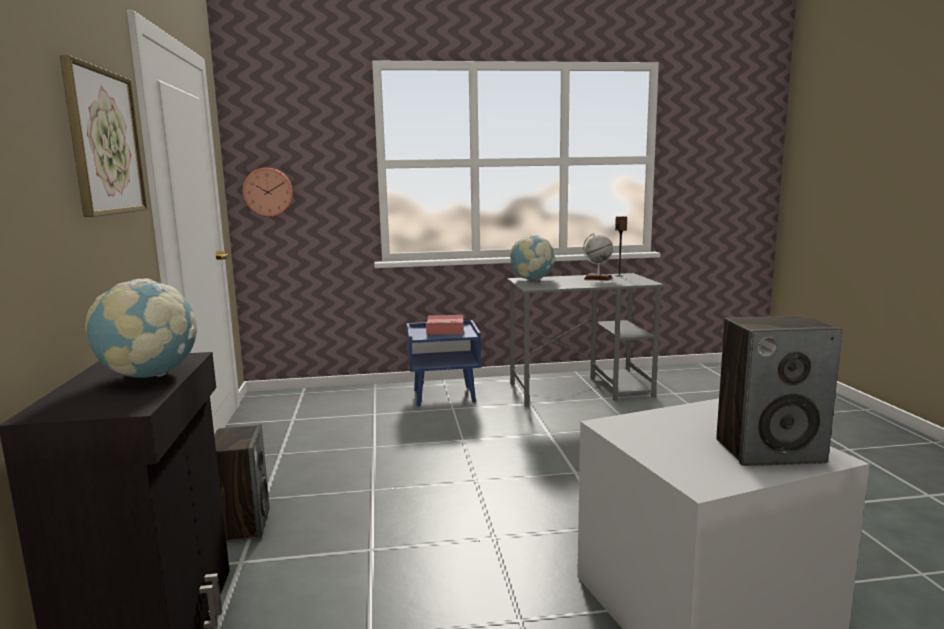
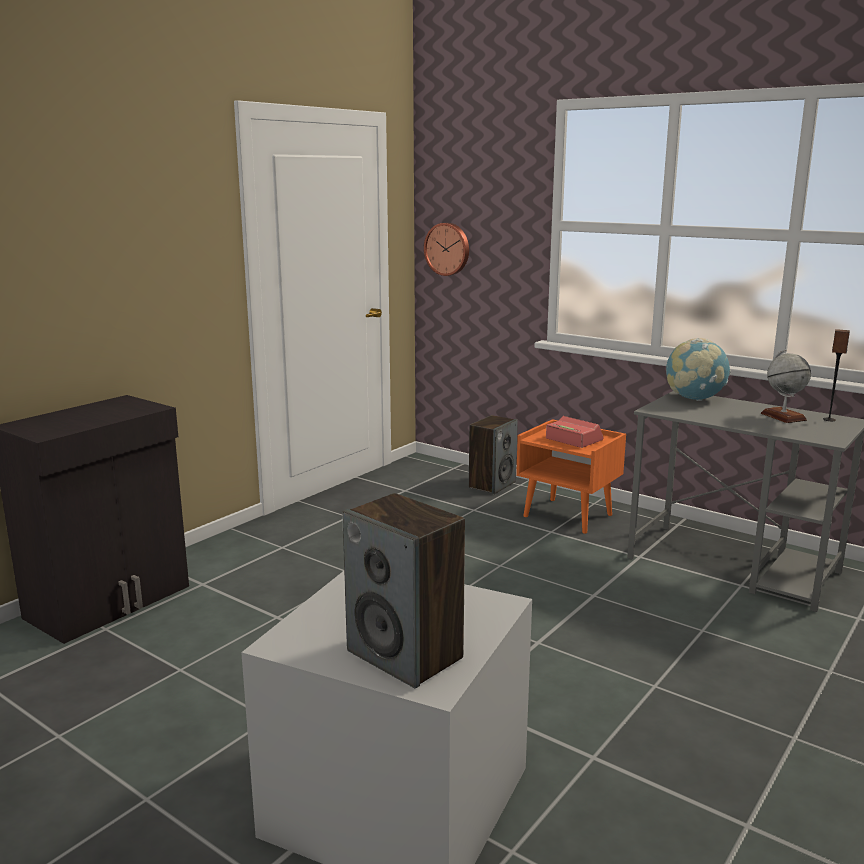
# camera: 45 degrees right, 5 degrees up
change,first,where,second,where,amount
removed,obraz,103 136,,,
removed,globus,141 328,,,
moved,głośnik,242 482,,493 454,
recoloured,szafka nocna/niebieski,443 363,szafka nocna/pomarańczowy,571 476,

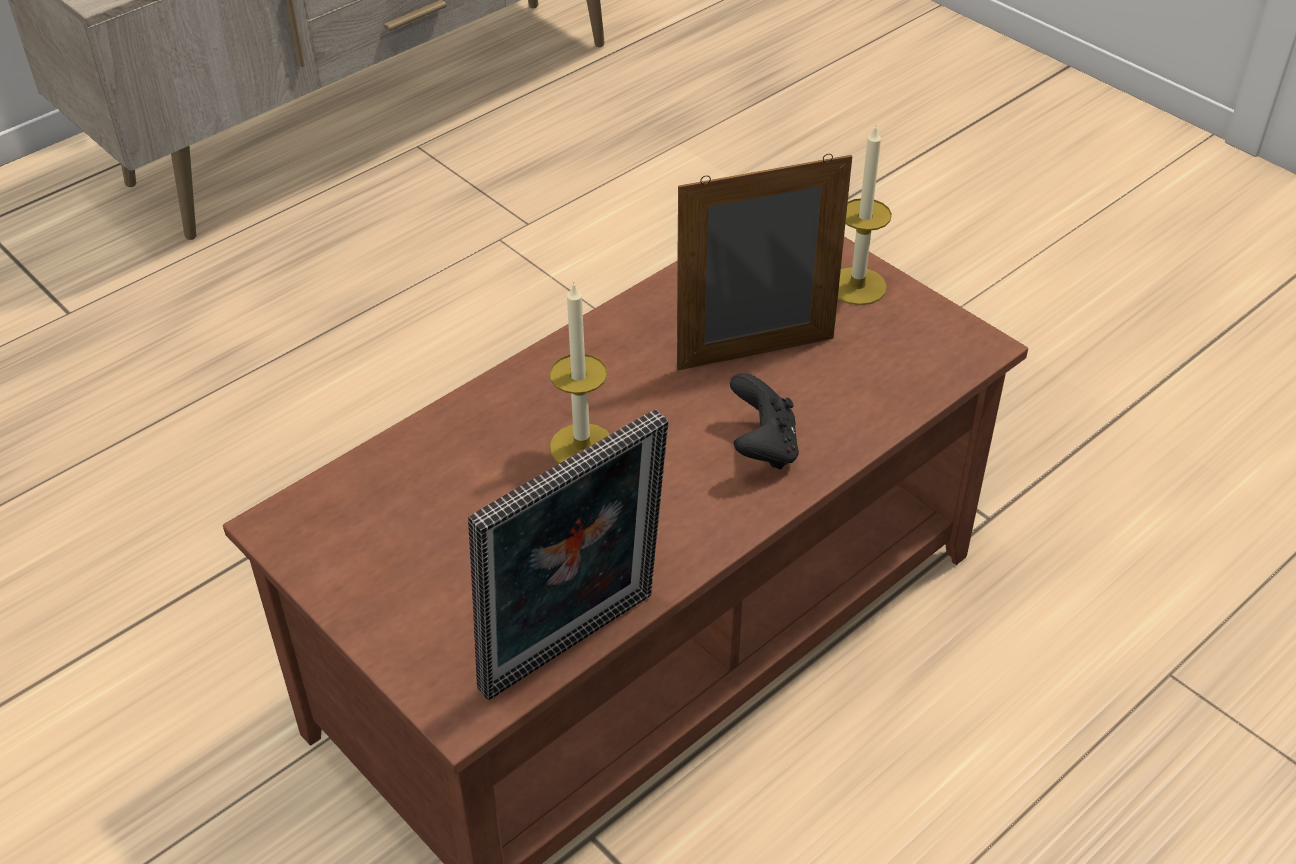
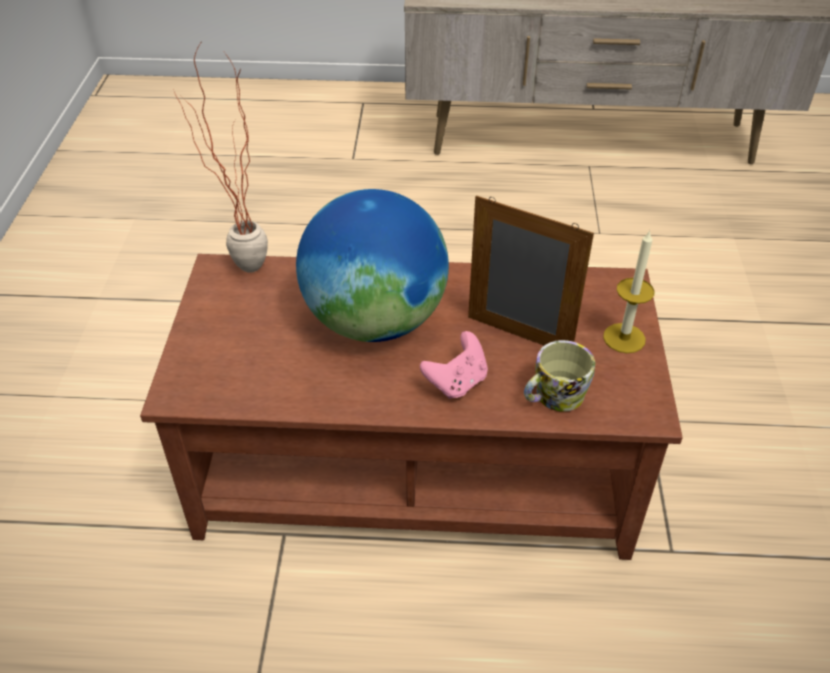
# camera: 45 degrees right, 0 degrees up
change,first,where,second,where,amount
removed,ramka na zdjęcie,568 554,,,
replaced,świeca,579 372,globus,372 265,
recoloured,pad do gier/czarny,764 421,pad do gier/różowy,454 365,
added,,,roślina doniczkowa,220 157,
added,,,kubek,559 376,

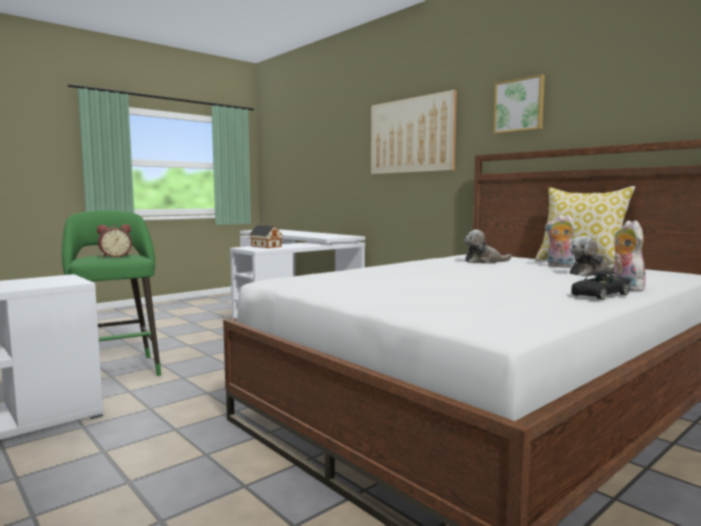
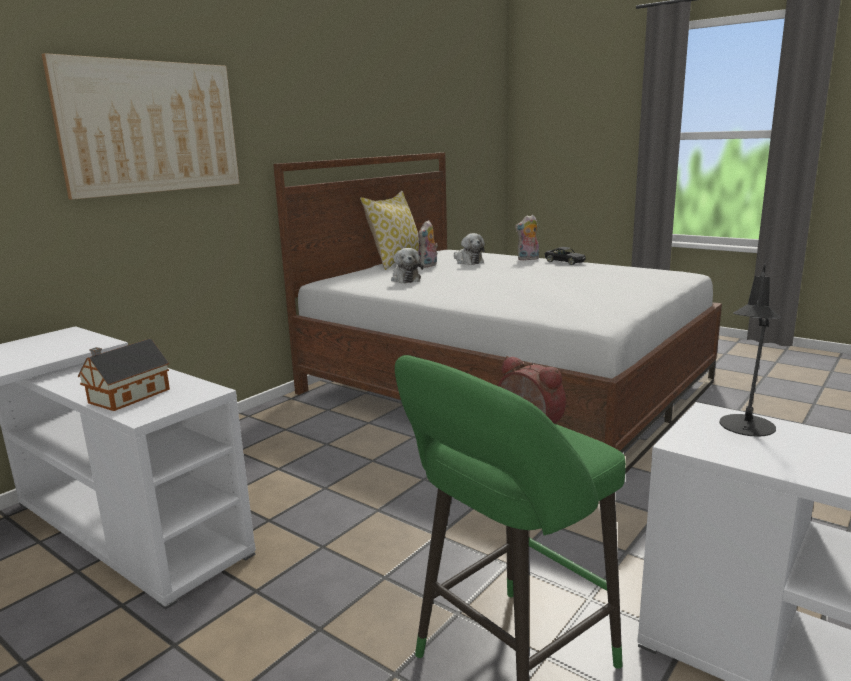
# camera: 100 degrees left, 10 degrees up
change,first,where,second,where,amount
removed,obraz,519 104,,,
added,,,lampa stołowa/czarny,750 350,

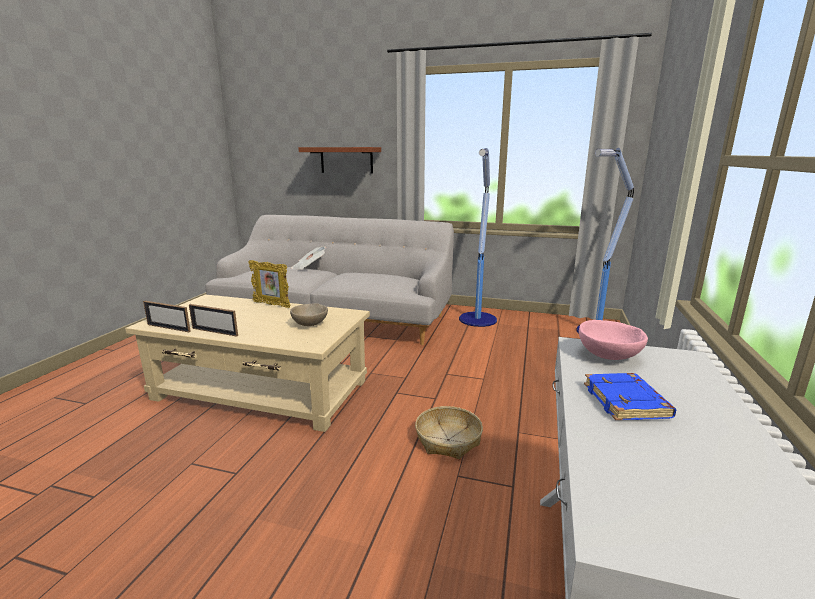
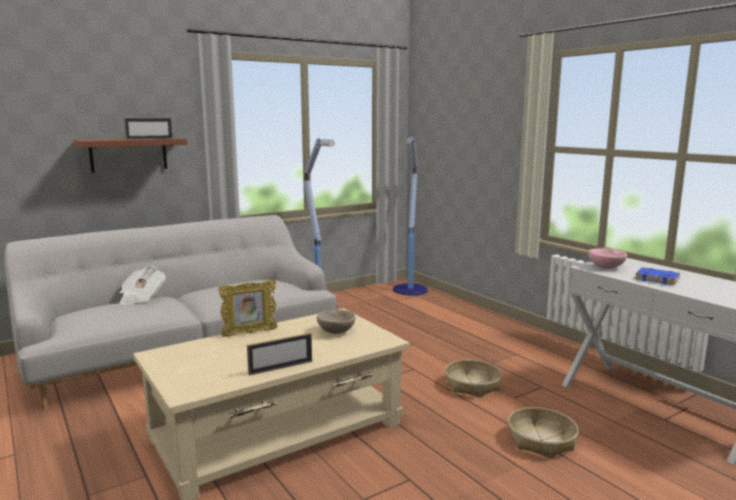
# camera: 50 degrees left, 5 degrees down
change,first,where,second,where,amount
moved,ramka na zdjęcie,167 316,,148 129,
added,,,koszyk,543 433,

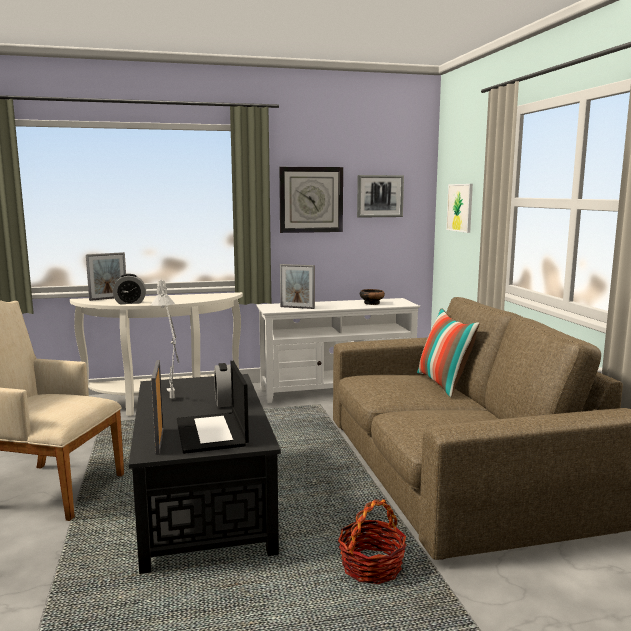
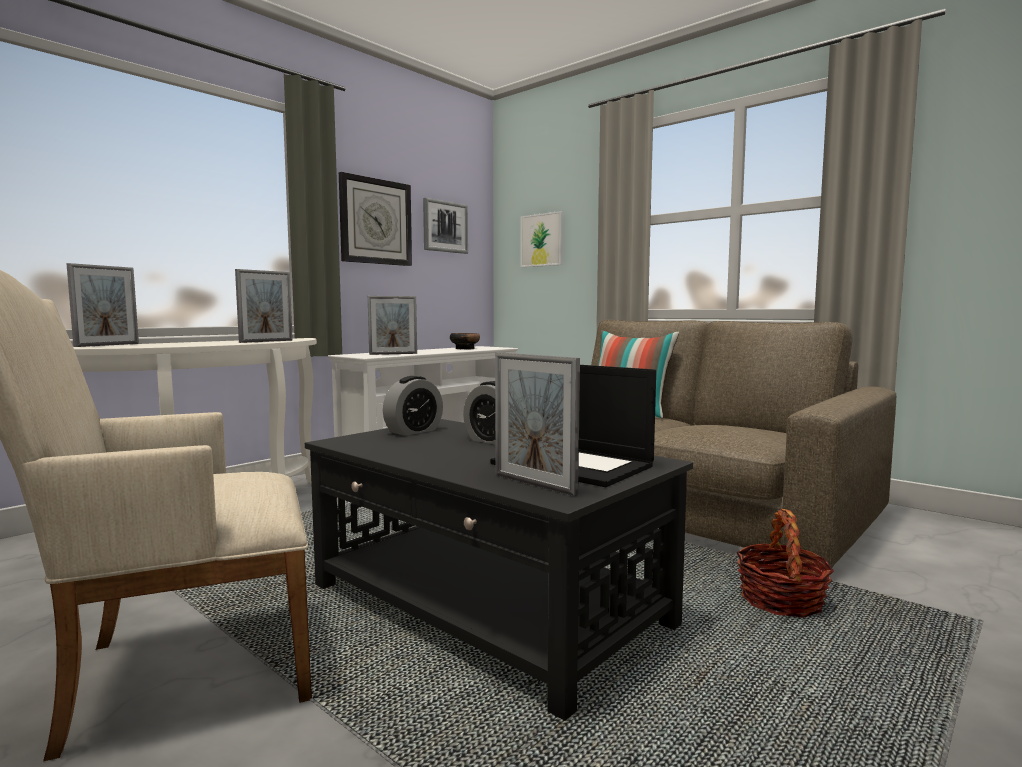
# camera: 35 degrees left, 5 degrees down
change,first,where,second,where,amount
moved,budzik,129 289,,413 406,
removed,lampa stołowa/szary,165 339,,,
added,,,ramka na zdjęcie,264 306,

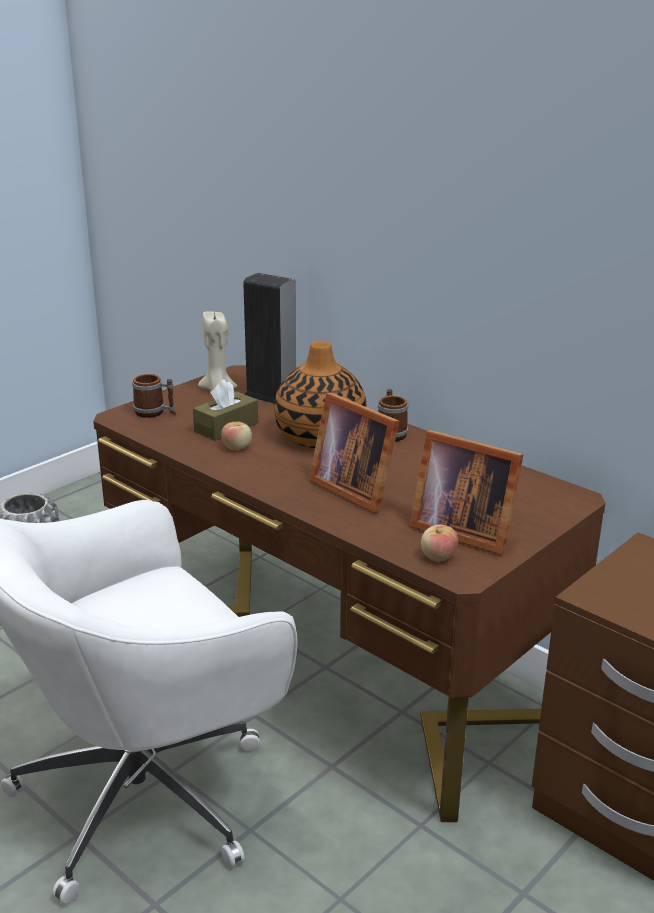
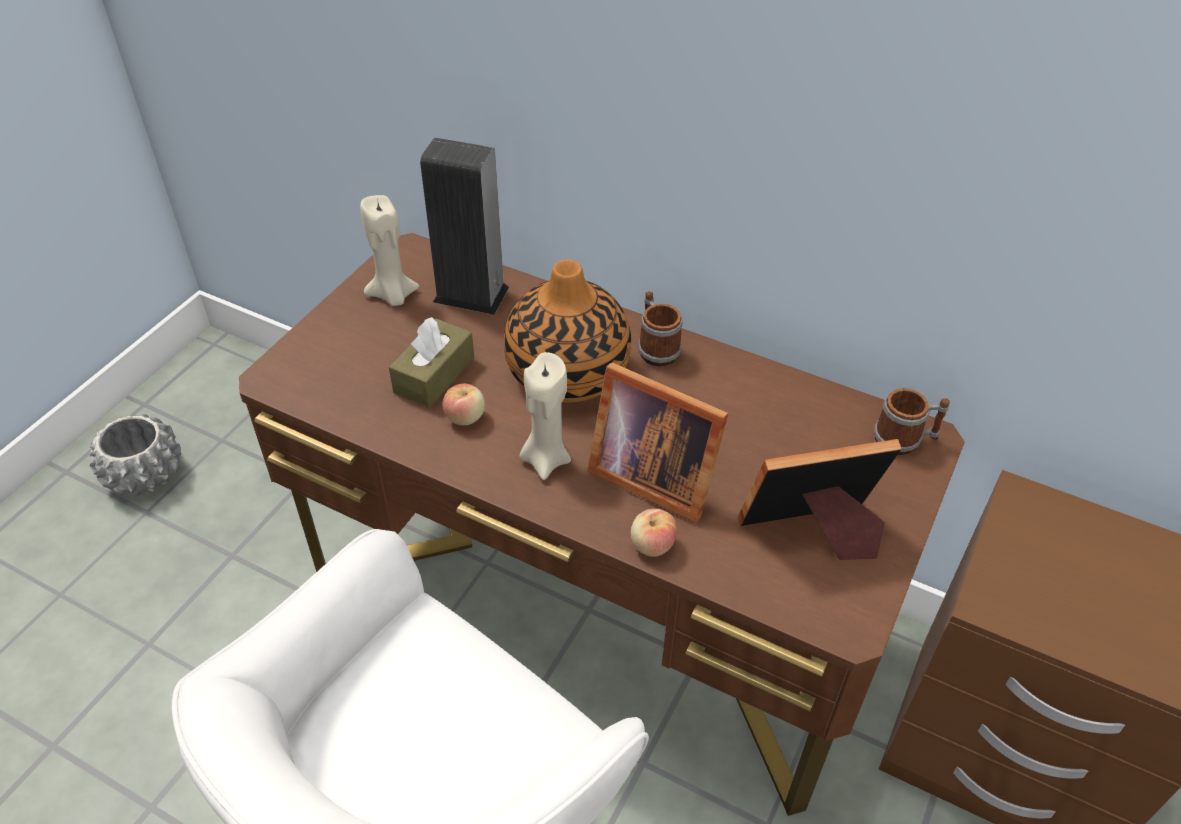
# camera: 15 degrees left, 20 degrees up
change,first,where,second,where,amount
moved,kubek,154 396,,912 421,
turned,ramka na zdjęcie,466 492,,820 499,150 degrees clockwise
moved,jabłko,439 543,,654 533,
added,,,świeca/beżowy,545 416,

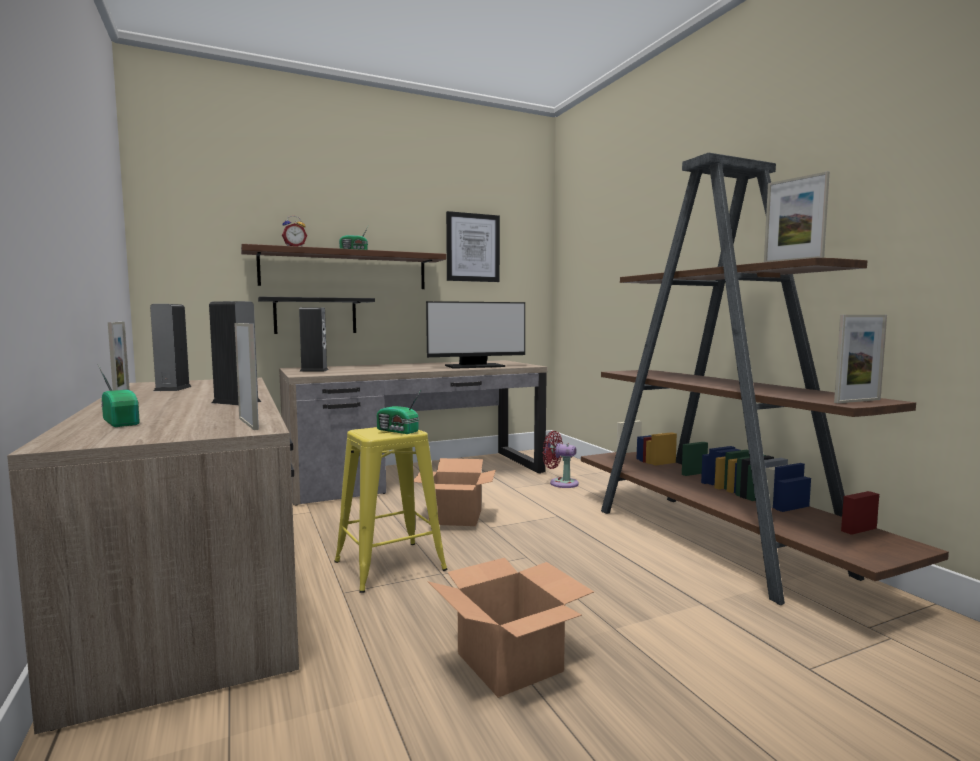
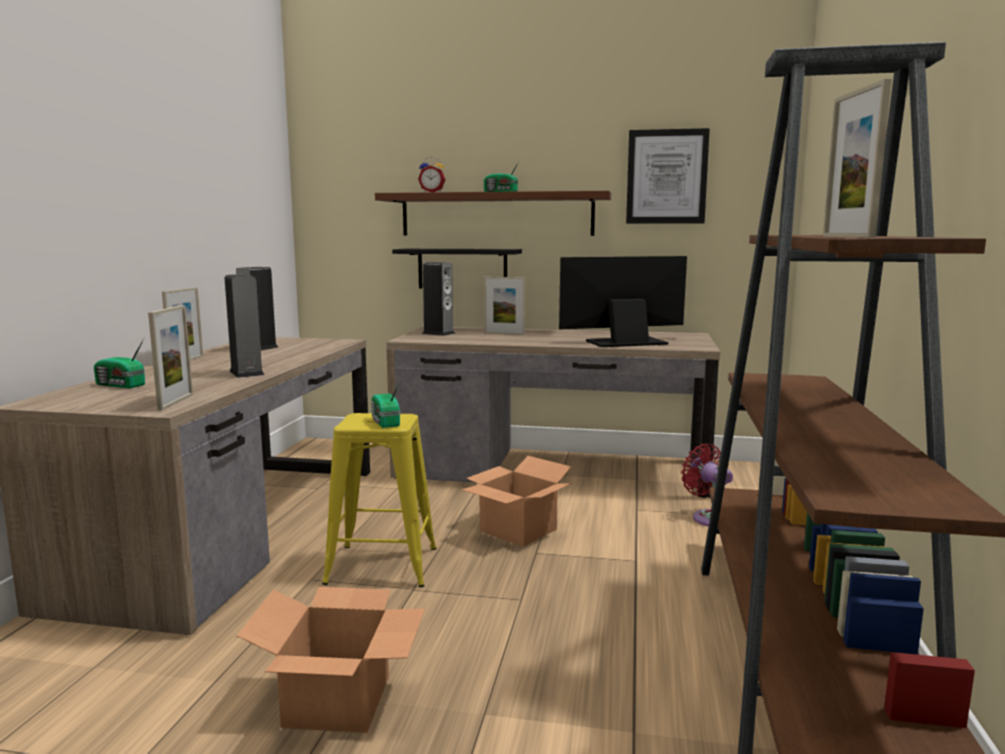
# camera: 35 degrees right, 5 degrees up
change,first,where,second,where,amount
turned,radio,119 396,,119 363,120 degrees clockwise
turned,monitor,475 335,,623 301,150 degrees clockwise
moved,ramka na zdjęcie,860 359,,504 306,

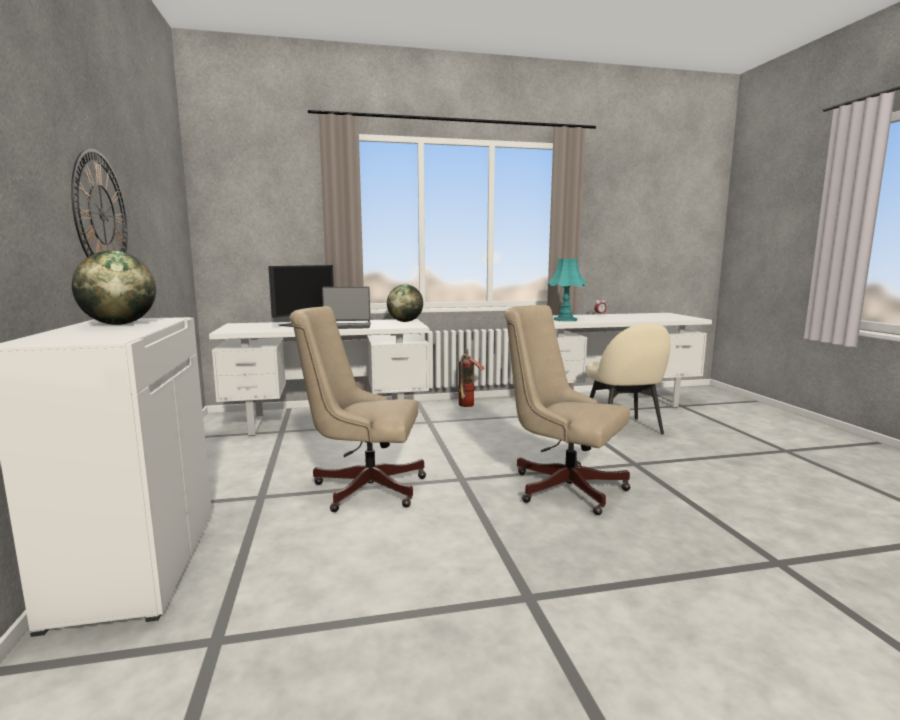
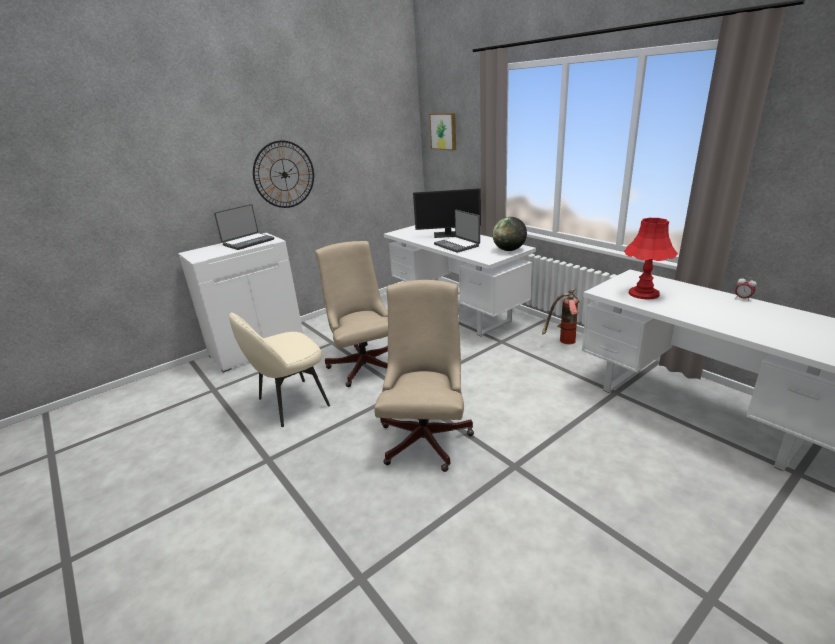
# camera: 65 degrees right, 15 degrees up
change,first,where,second,where,amount
replaced,globus,114 287,laptop,244 227,
recoloured,lampa stołowa/turkusowy,567 290,lampa stołowa/czerwony,651 258,
moved,krzesło/beżowy,628 379,,279 370,
added,,,obraz,442 132,

